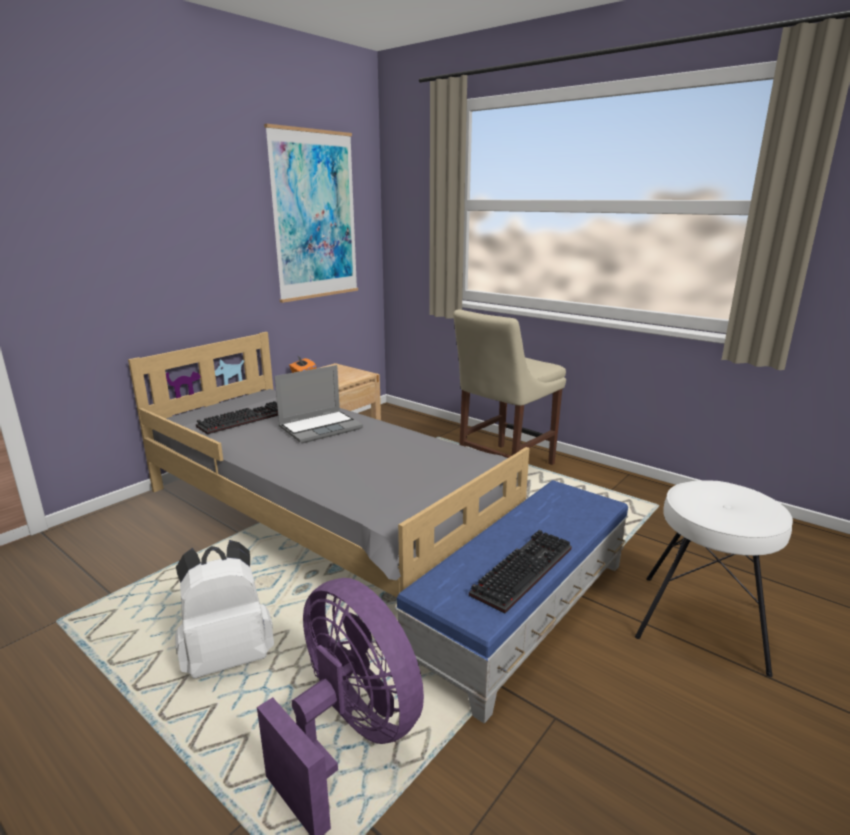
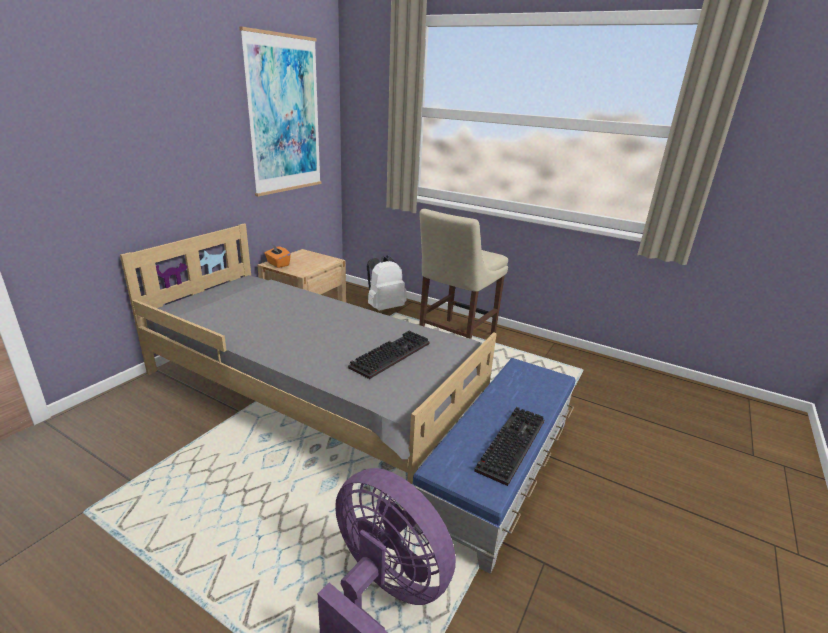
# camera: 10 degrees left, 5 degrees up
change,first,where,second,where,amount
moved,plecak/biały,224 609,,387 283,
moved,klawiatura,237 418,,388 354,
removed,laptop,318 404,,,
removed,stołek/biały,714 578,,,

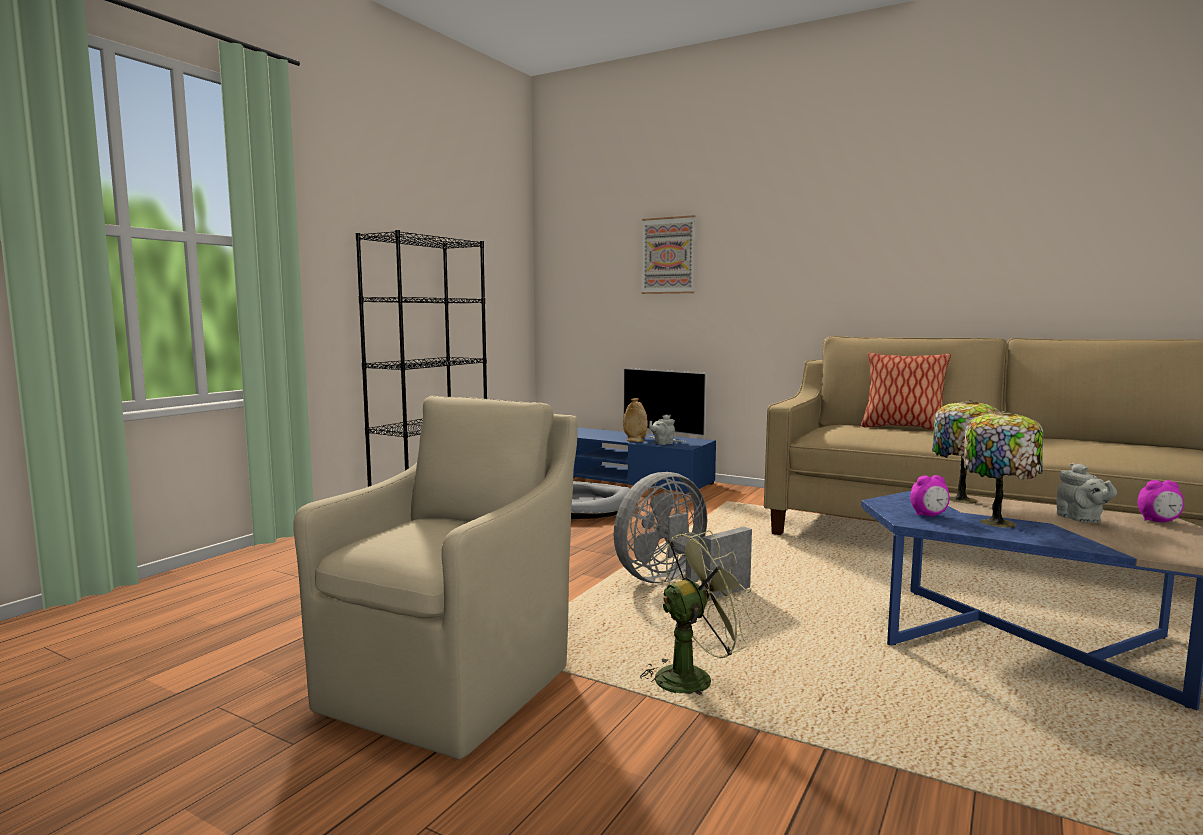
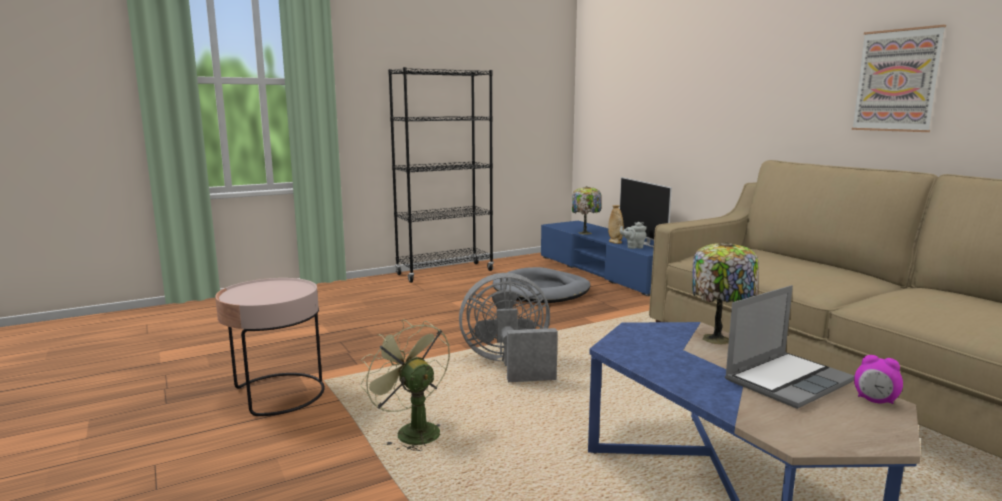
# camera: 30 degrees right, 5 degrees up
change,first,where,second,where,amount
replaced,fotel/beżowy,435 578,stolik/różowy,270 347,
turned,wentylator/zielony,698 612,,405 385,135 degrees counterclockwise
moved,obraz,669 254,,899 78,
removed,poduszka,906 391,,,
removed,budzik,930 495,,,
moved,lampa stołowa,1003 469,,586 210,
replaced,imbryk/szary,1086 493,laptop,790 347,

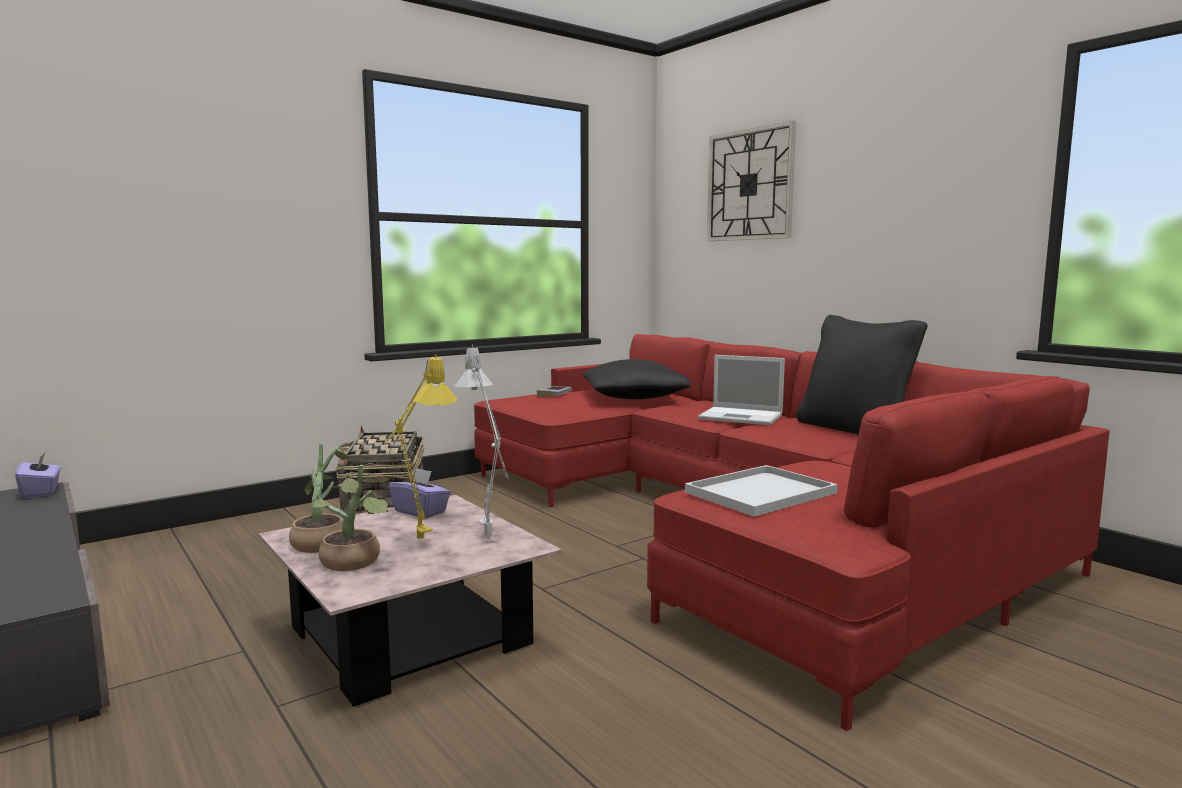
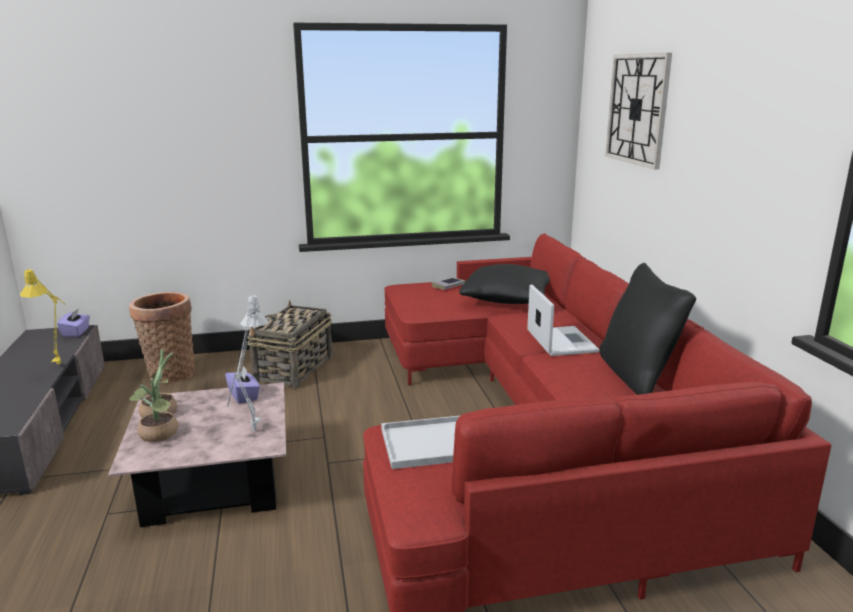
# camera: 25 degrees right, 10 degrees up
change,first,where,second,where,amount
moved,lampa stołowa/żółty,421 447,,43 317,
turned,laptop,741 390,,563 320,150 degrees counterclockwise
added,,,koszyk,162 337,

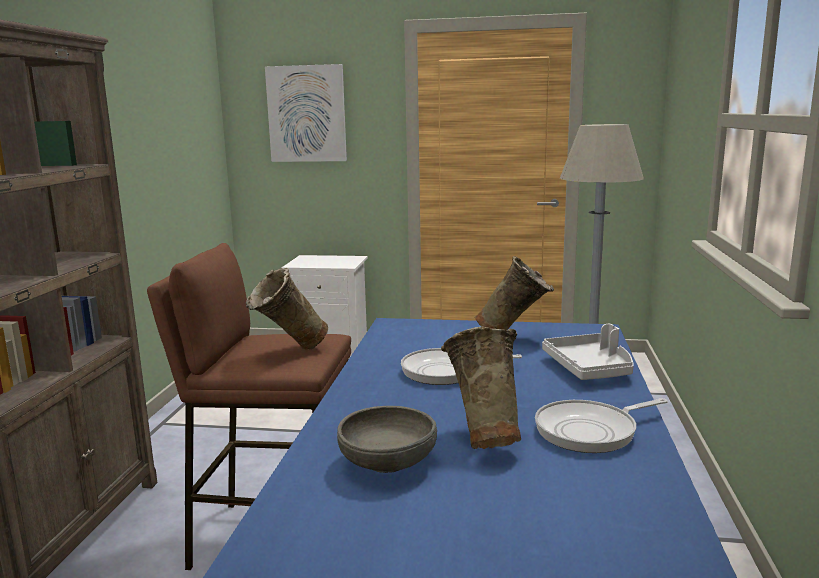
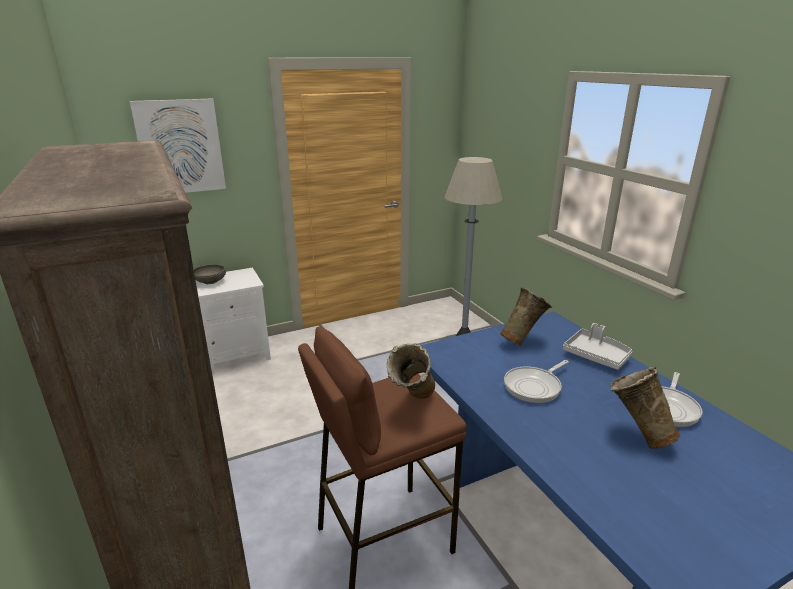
# camera: 35 degrees left, 10 degrees up
change,first,where,second,where,amount
moved,miska/szary,387 439,,210 274,

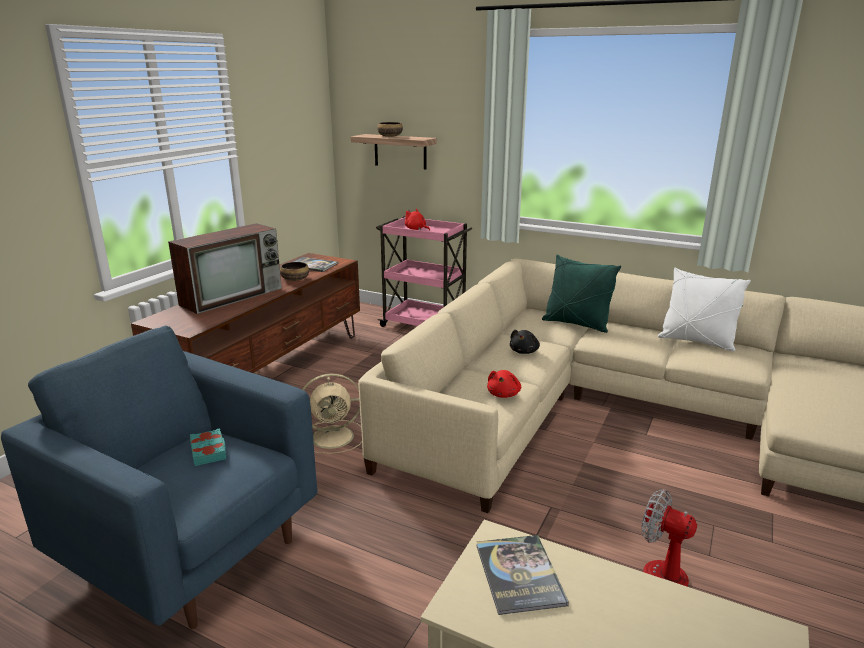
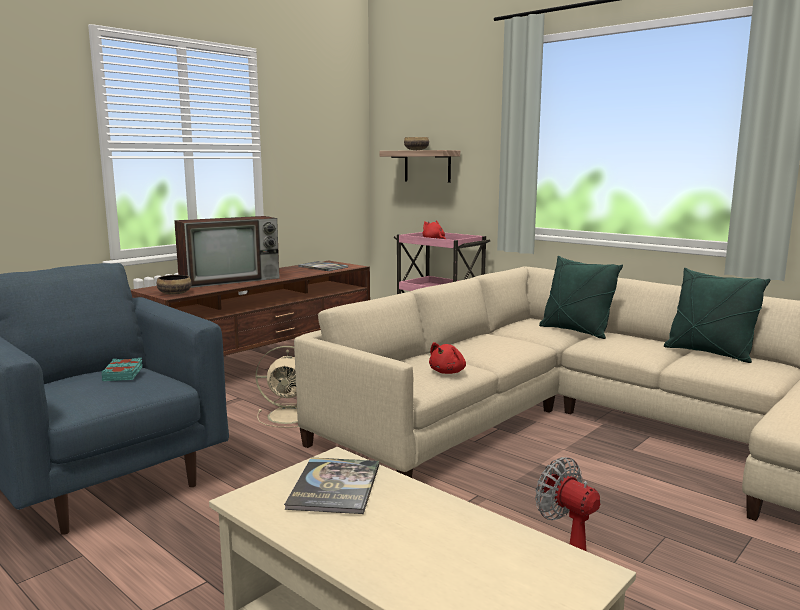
# camera: 15 degrees right, 10 degrees down
change,first,where,second,where,amount
moved,miska,294 271,,174 285,
removed,pluszak/czarny,525 342,,,
recoloured,poduszka/biały,704 309,poduszka/zielony,717 315,

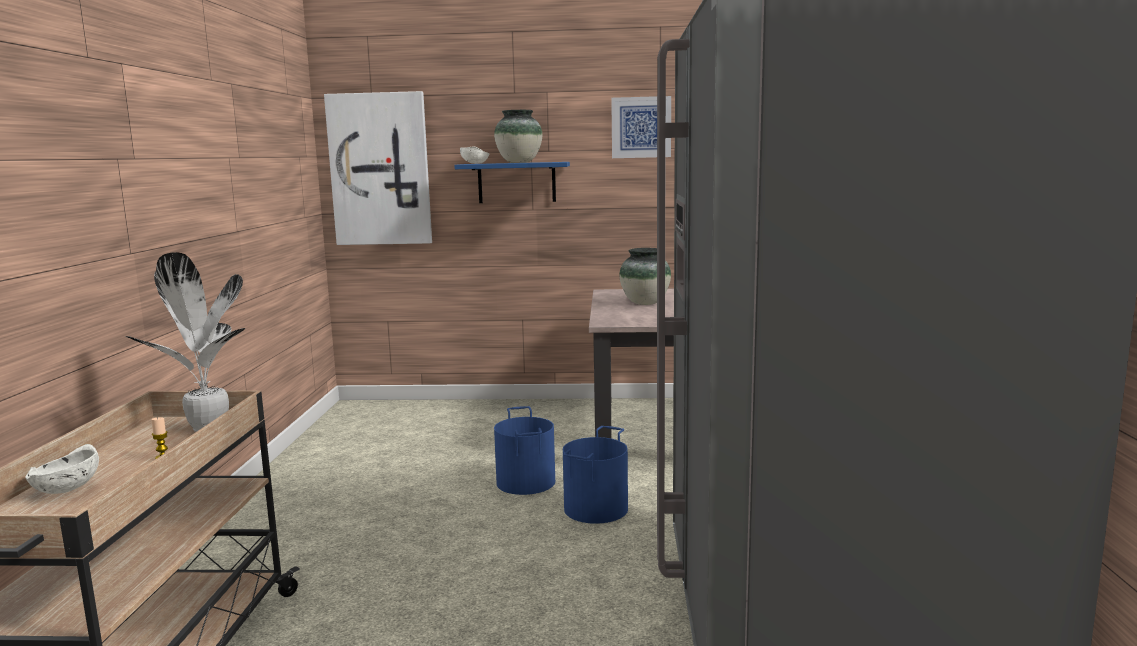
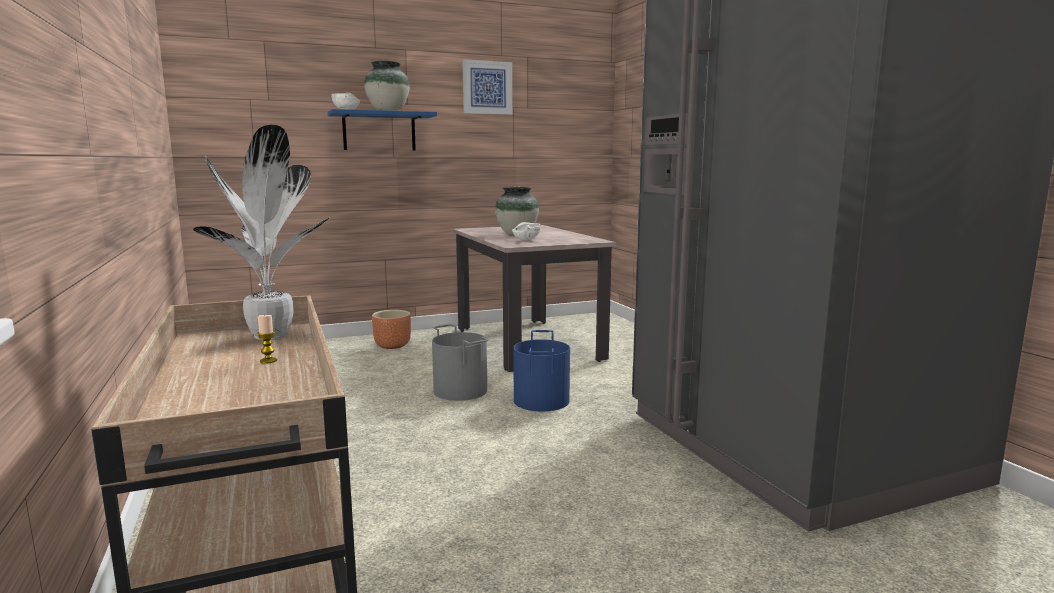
# camera: 25 degrees left, 0 degrees up
change,first,where,second,where,amount
moved,miska/biały,62 469,,526 231,
removed,obraz,378 168,,,
recoloured,wiadro/niebieski,524 450,wiadro/szary,460 362,
added,,,donica/brązowy,391 329,

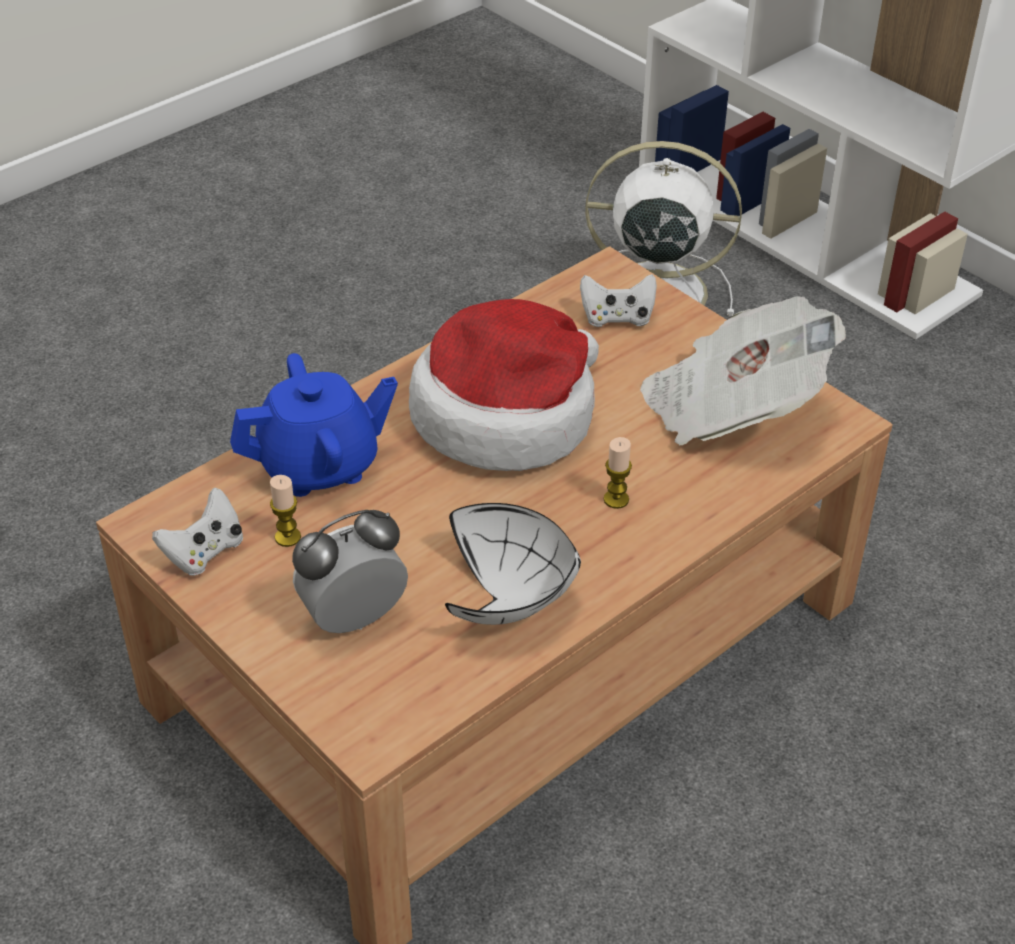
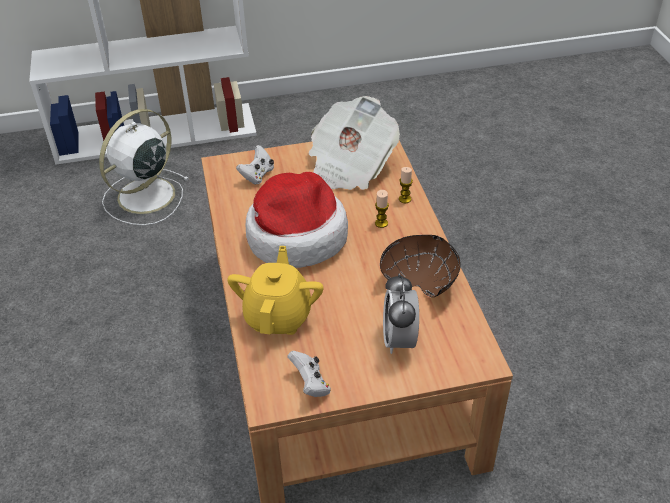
# camera: 60 degrees left, 0 degrees up
change,first,where,second,where,amount
recoloured,imbryk/niebieski,314 425,imbryk/żółty,275 290,
moved,świeca,285 511,,406 185,
recoloured,miska/biały,513 564,miska/brązowy,420 266,

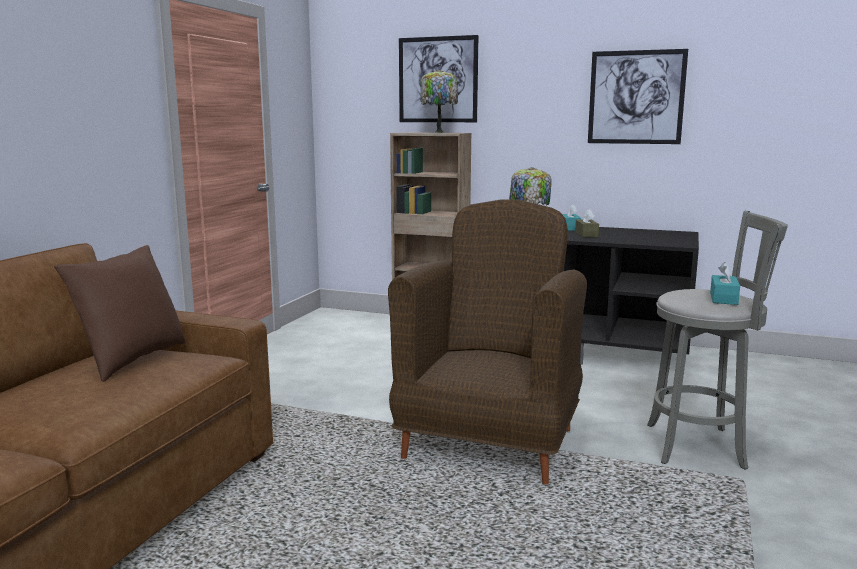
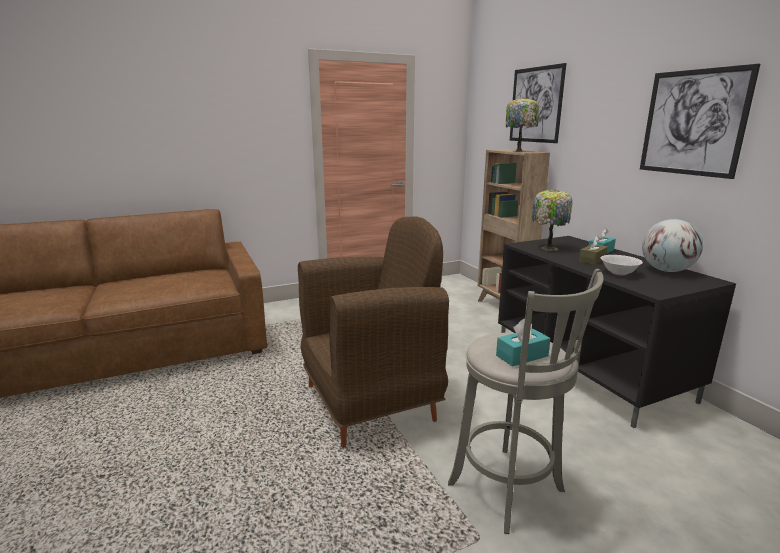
# camera: 45 degrees right, 5 degrees up
change,first,where,second,where,amount
removed,poduszka/brązowy,120 313,,,
added,,,miska/biały,622 265,
added,,,globus,672 245,

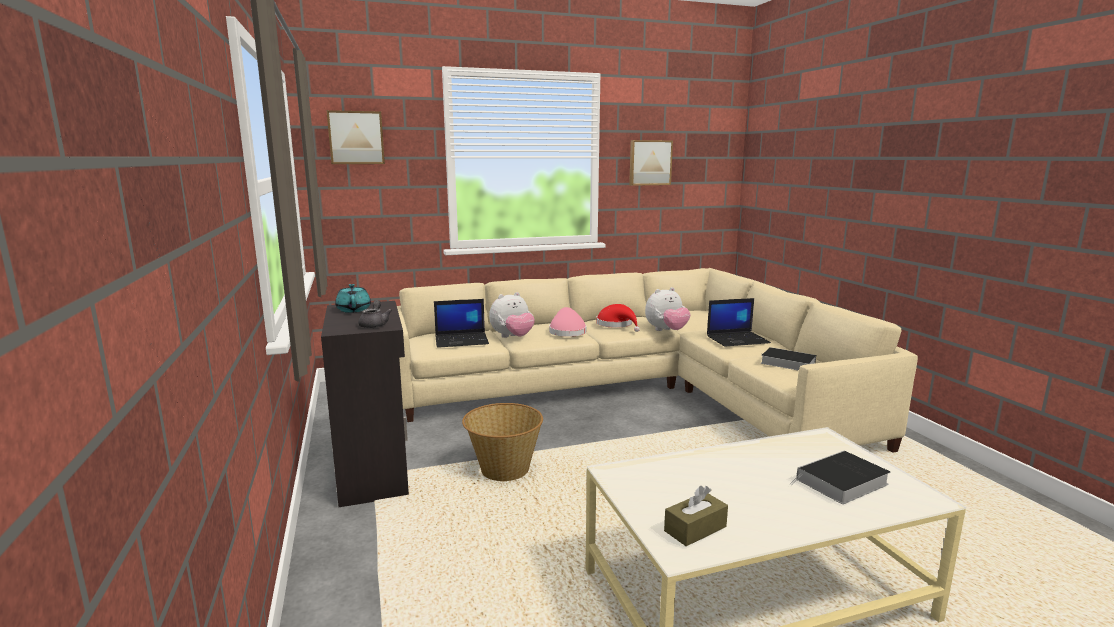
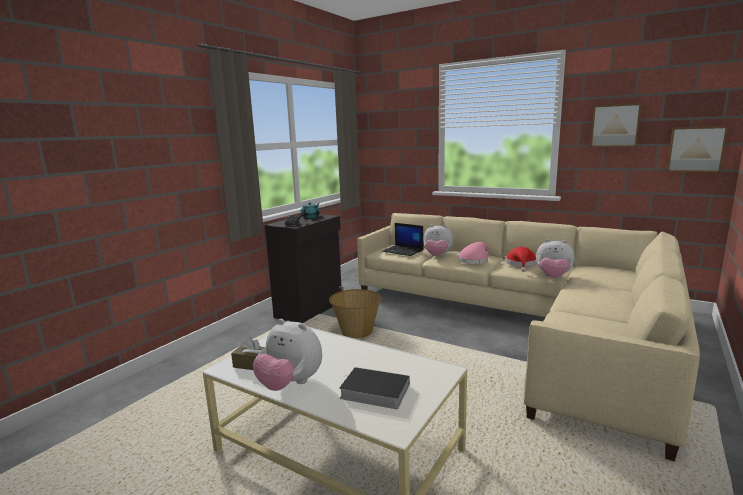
# camera: 50 degrees right, 0 degrees up
change,first,where,second,where,amount
moved,obraz,356 137,,697 149,
removed,laptop,739 322,,,
removed,książka,788 359,,,
added,,,pluszak,287 355,

